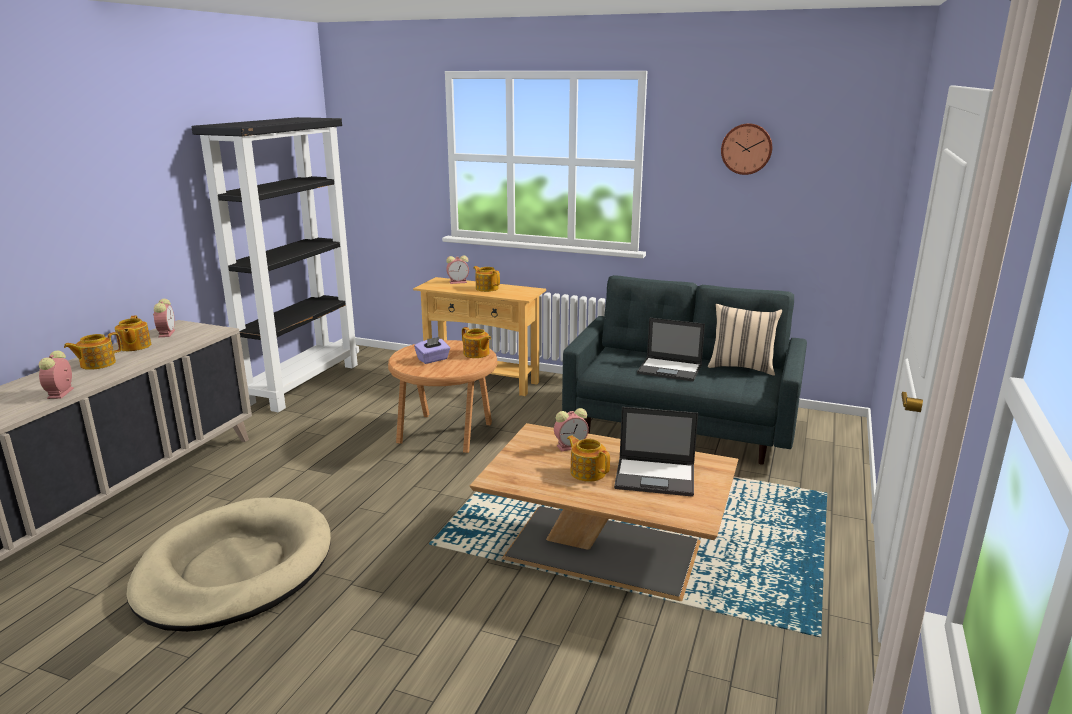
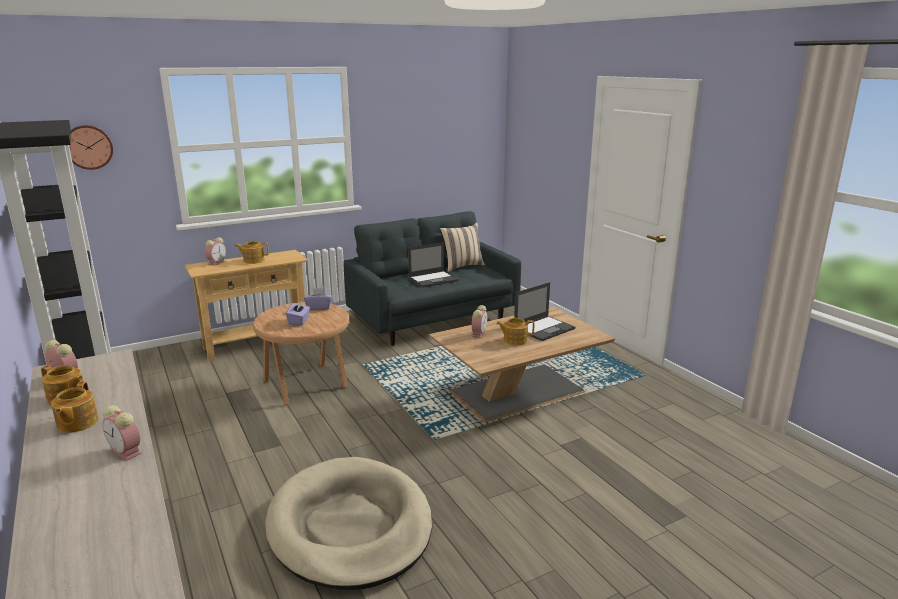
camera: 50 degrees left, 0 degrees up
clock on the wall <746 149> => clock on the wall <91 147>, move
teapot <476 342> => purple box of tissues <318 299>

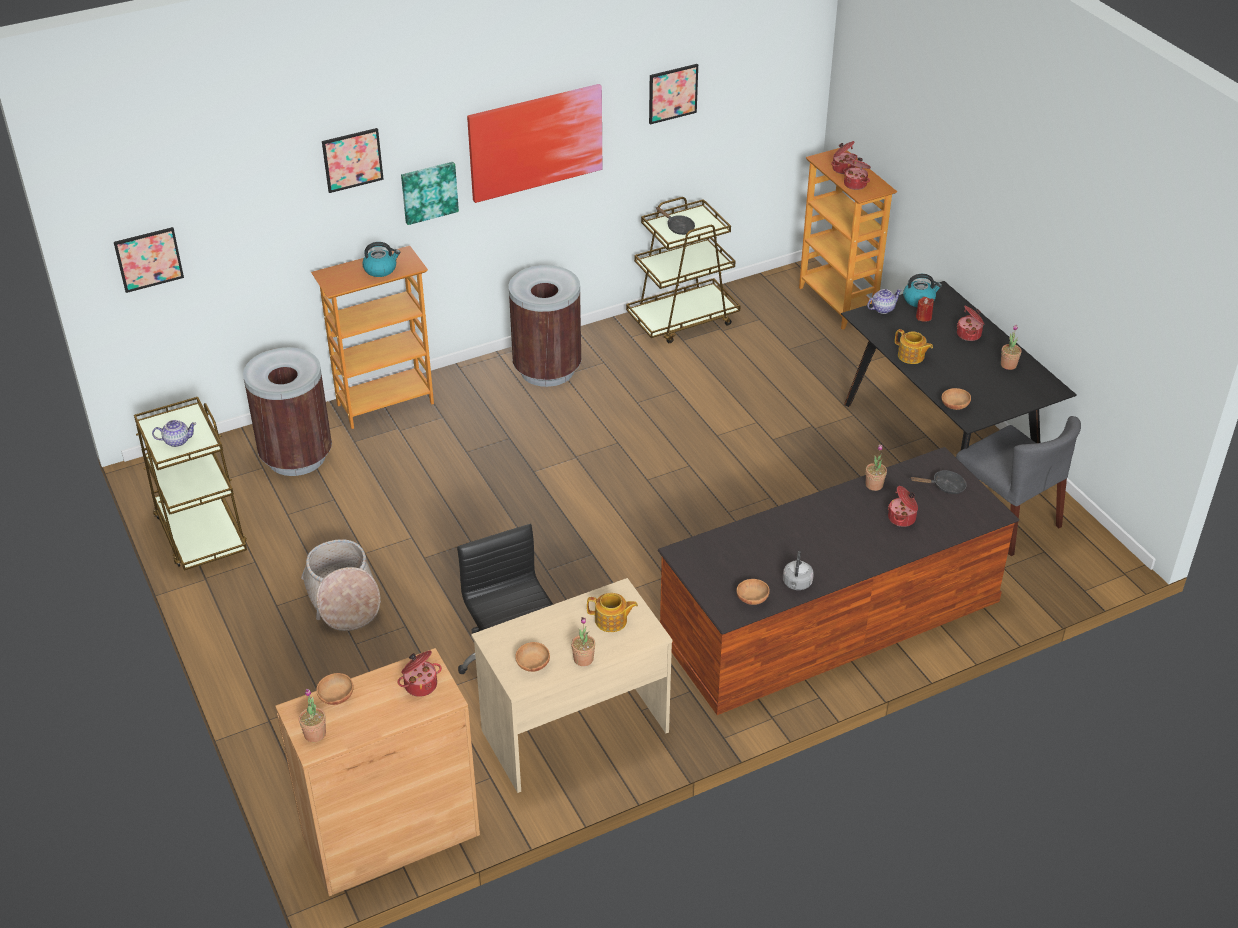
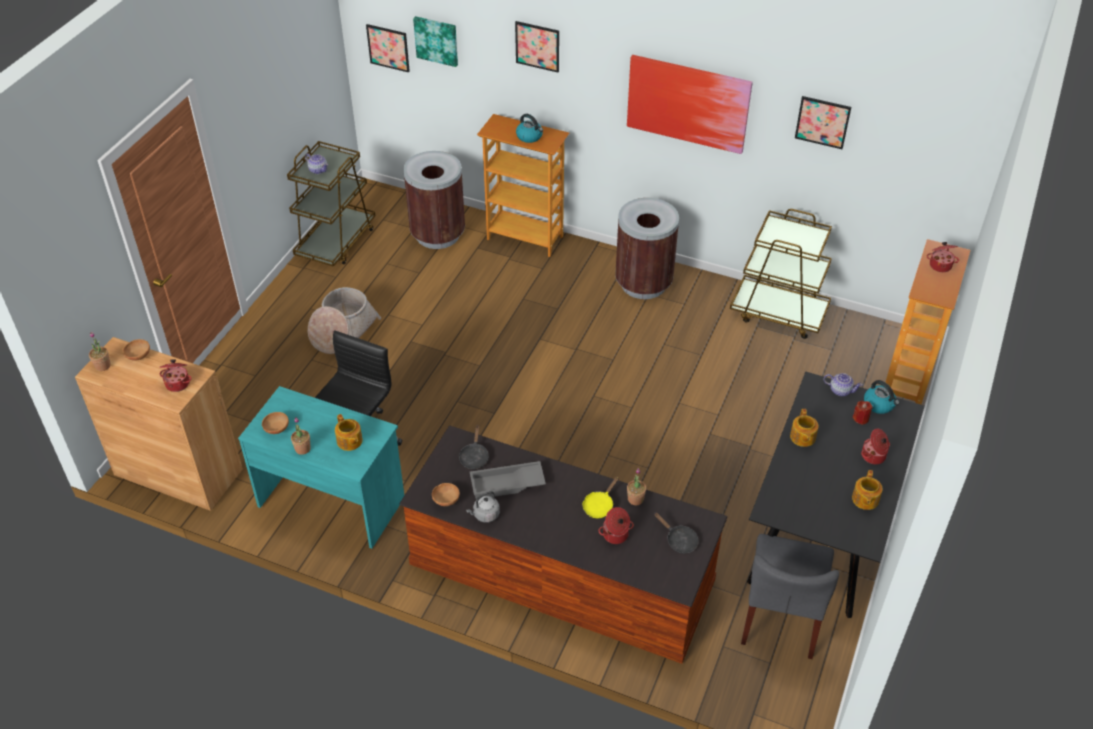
camera: 50 degrees right, 5 degrees up
beige-coloured desk unit <571 685> => turquoise-coloured desk unit <321 467>
wall picture <430 193> => wall picture <435 41>, move
black pan <675 221> => black pan <474 447>, move
nothing => gray carrying tray <508 480>
nothing => yellow-coloured pan <601 497>
potted plant <1011 347> => teapot <867 490>
saucepot <857 174> => nothing
brown-coloured deep dish <956 399> => nothing

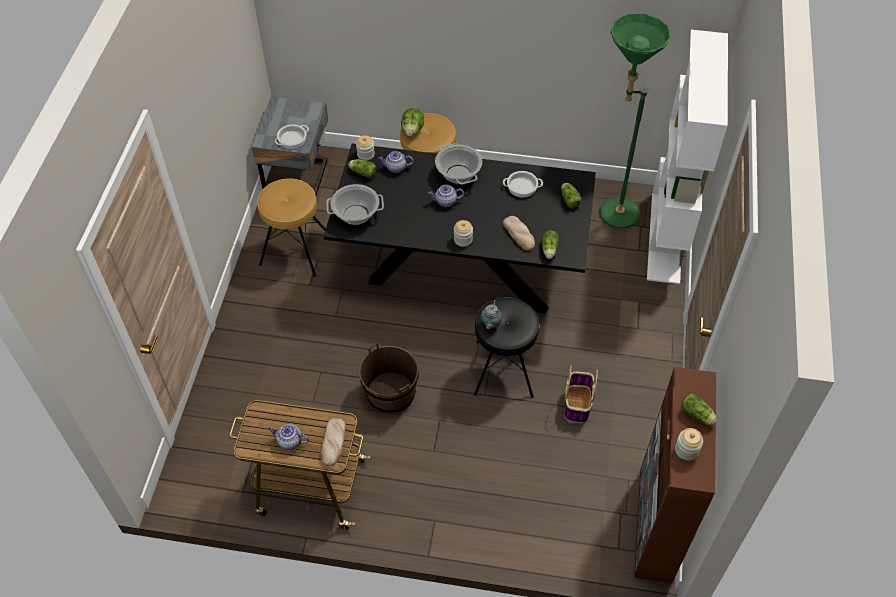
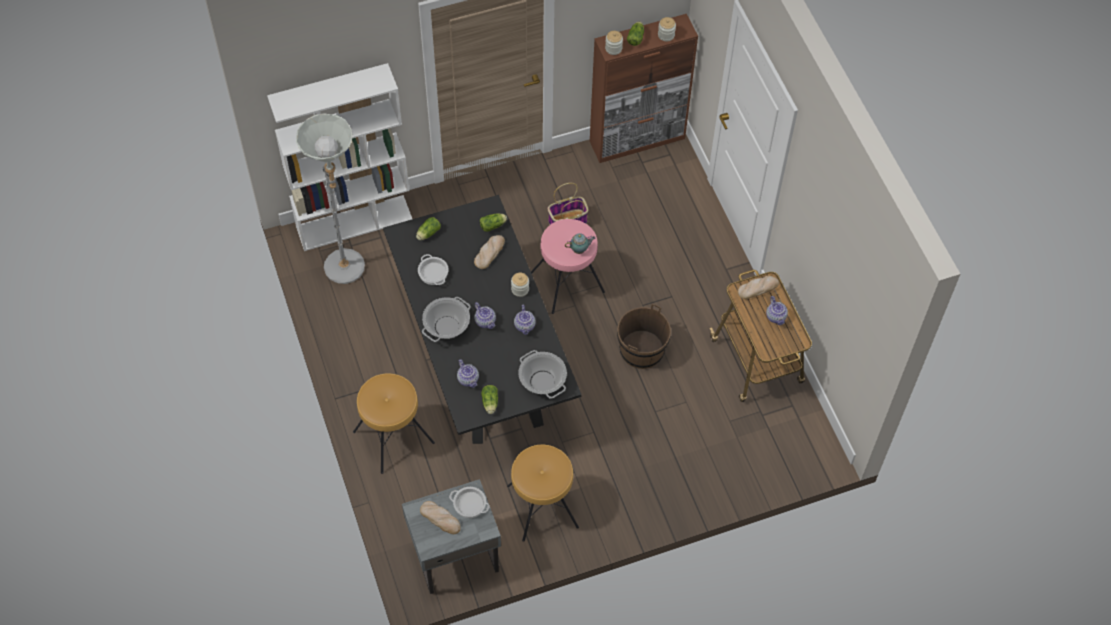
camera: 120 degrees left, 5 degrees up
green-coloured standing lamp <635 120> => gray standing lamp <330 198>
nothing => bread <440 517>
nothing => teapot <525 320>
black stool seat <506 347> => pink-coloured stool seat <568 266>
storage jar <365 148> => storage jar <614 43>, move
lettuce <412 122> => nothing

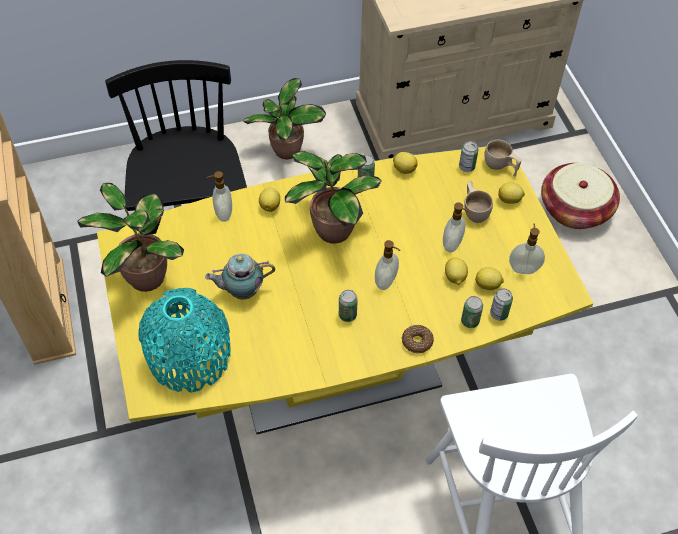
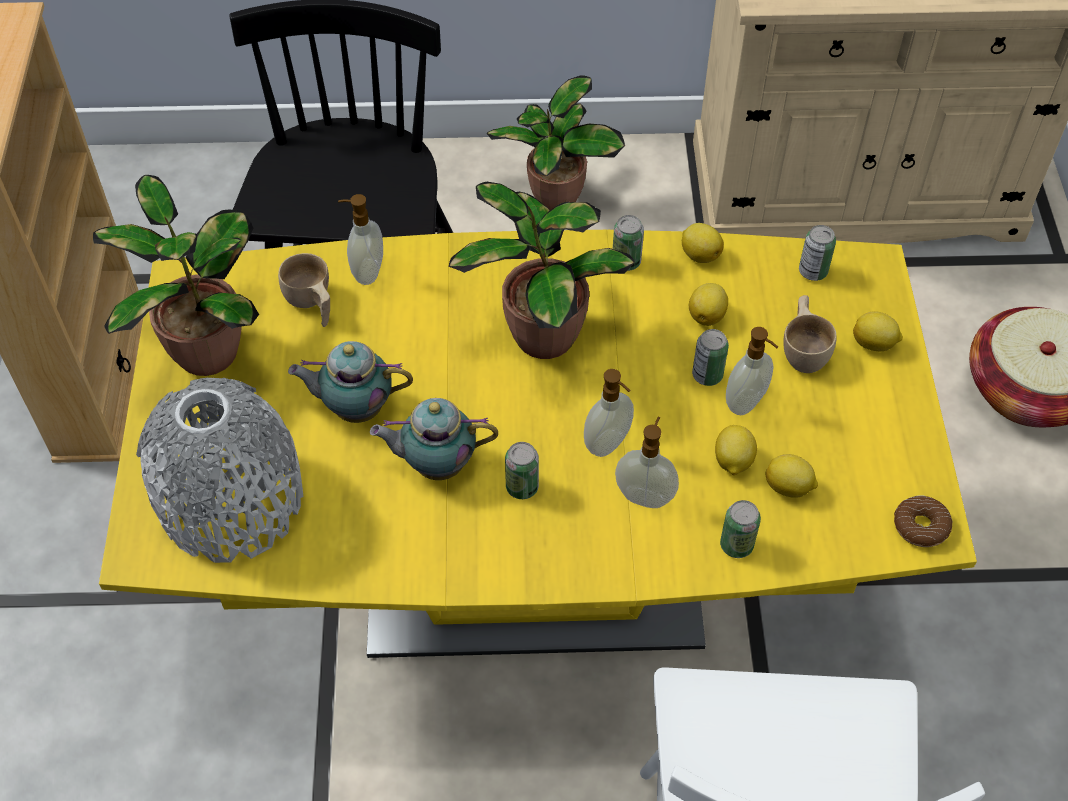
camera: 15 degrees right, 0 degrees up
turquoise-coloured decorative vase <185 340> => gray decorative vase <219 470>
beige-coloured small cup <503 158> => beige-coloured small cup <304 290>, move
nothing => teapot <434 439>
liquid soap bottle <527 249> => liquid soap bottle <647 462>, move
lemon <269 200> => lemon <708 304>, move
can <501 304> => can <710 357>, move
ring doughnut <418 339> => ring doughnut <923 521>, move

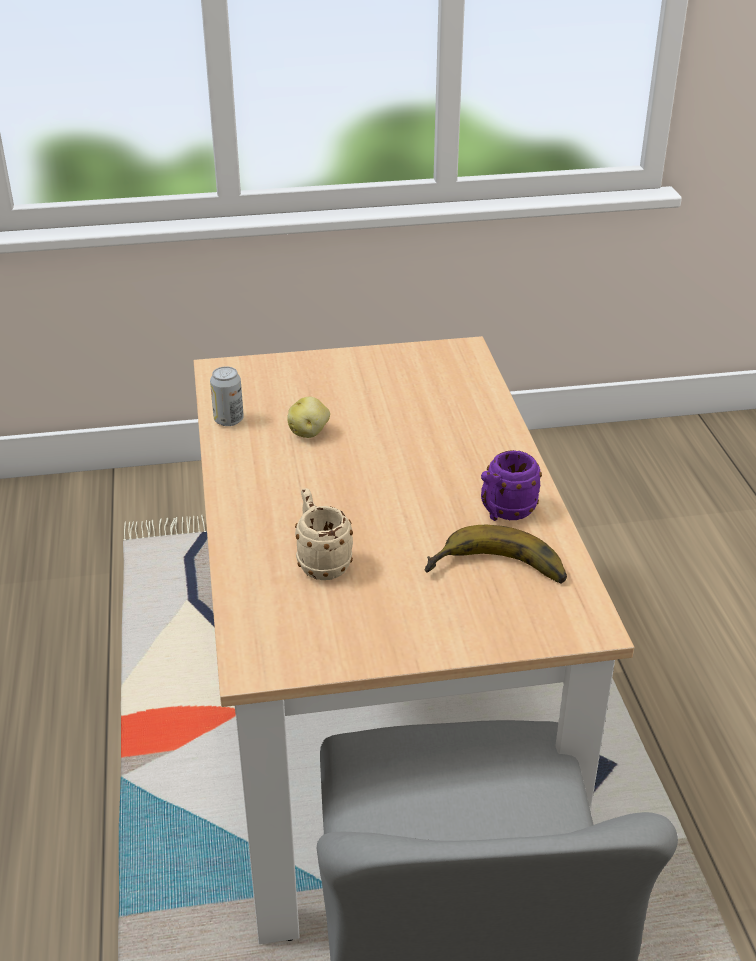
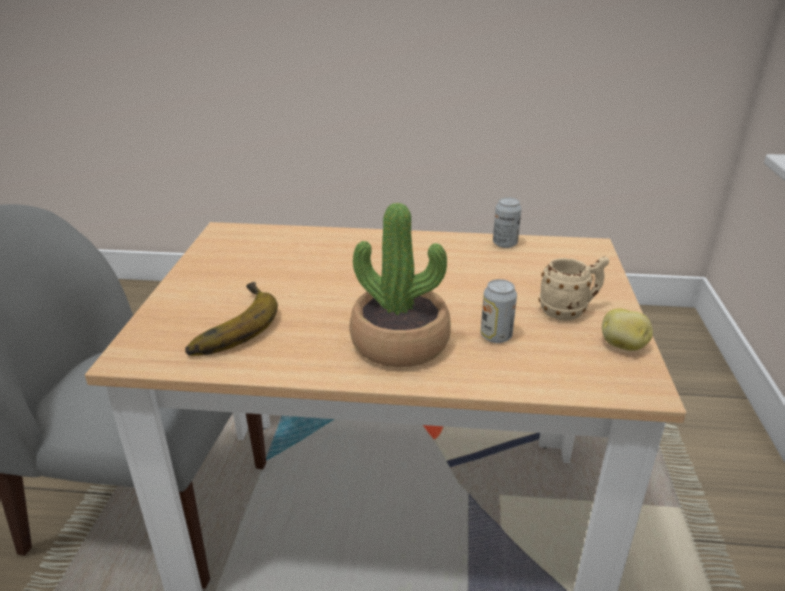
camera: 105 degrees right, 5 degrees down
nothing => potted plant <400 285>
nothing => can <499 311>
beige-coloured mug <324 534> => beige-coloured mug <574 288>, move
spud <308 417> => spud <627 329>, move
purple mug <511 485> => nothing

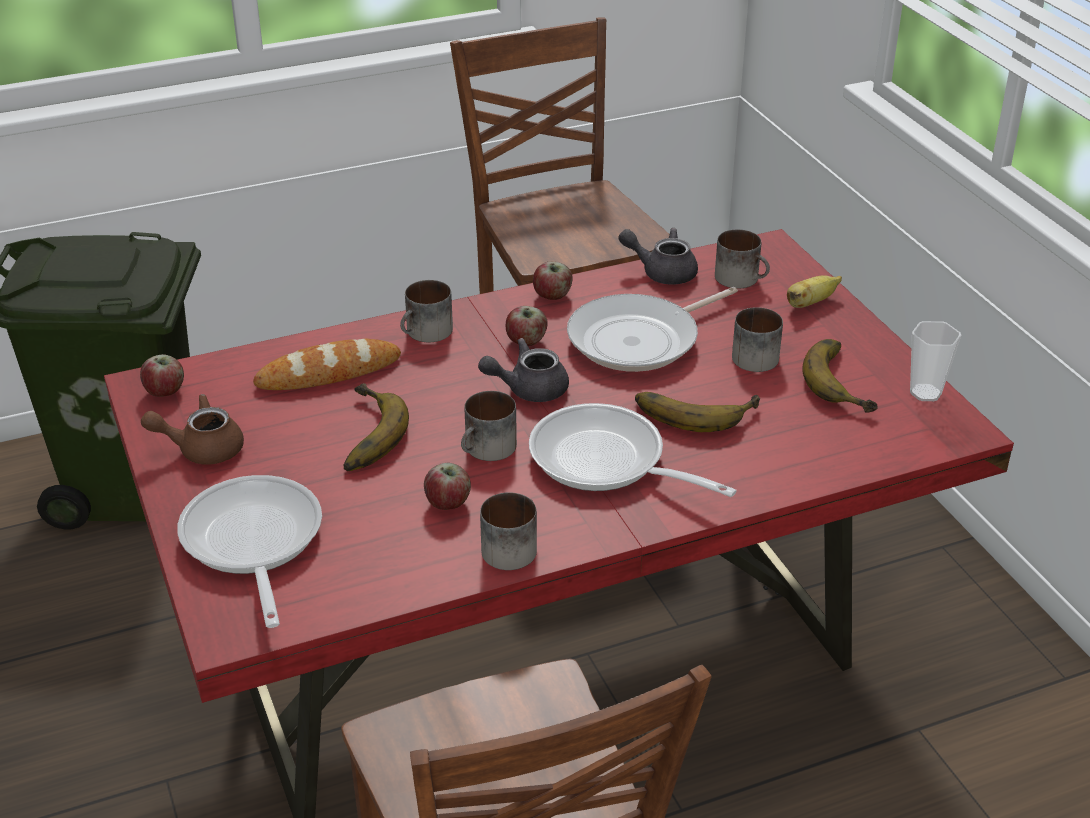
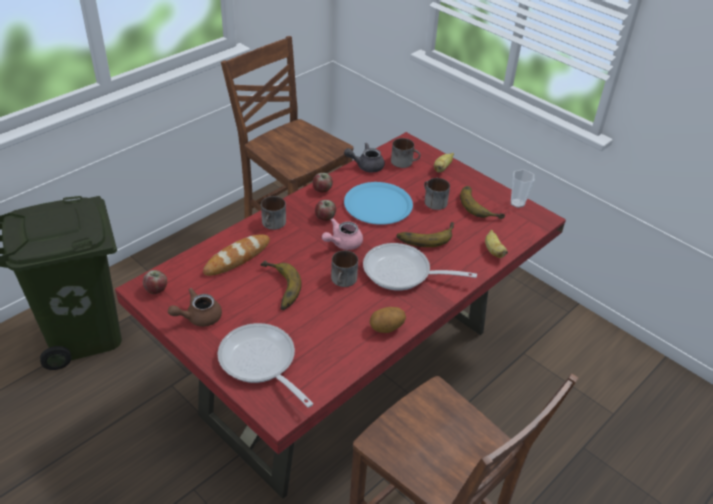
camera: 25 degrees left, 5 degrees up
gray teapot <523 370> => pink-coloured teapot <342 234>
pan <652 329> => blue plate <378 203>
mug <508 531> => spud <388 320>
nothing => banana fruit <496 244>
apple fruit <447 486> => nothing

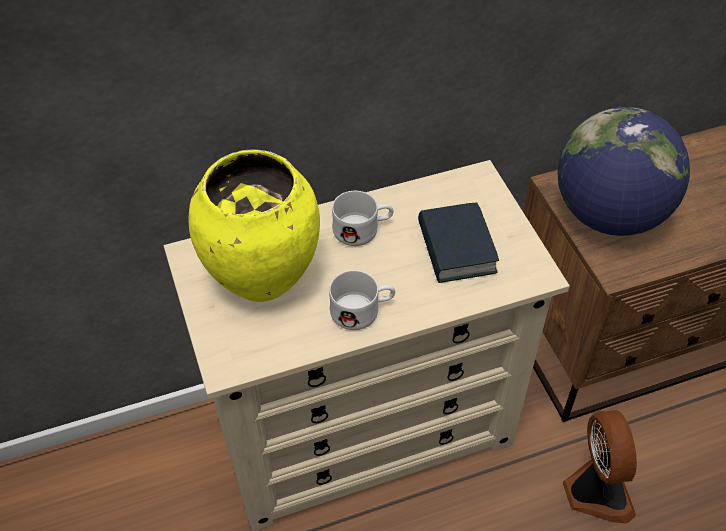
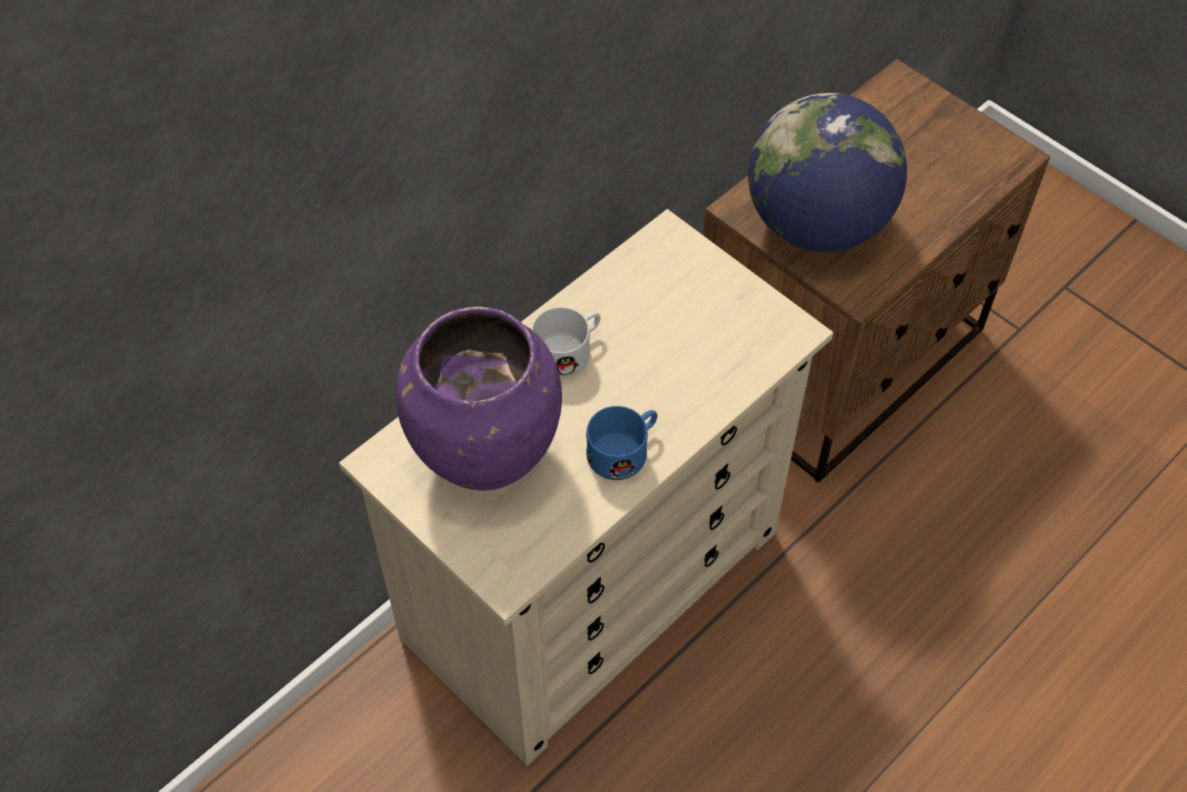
camera: 25 degrees left, 5 degrees up
yellow-coloured decorative vase <254 225> => purple decorative vase <479 399>
white mug <362 300> => blue mug <621 443>
book <458 242> => nothing
cooling fan <600 467> => nothing

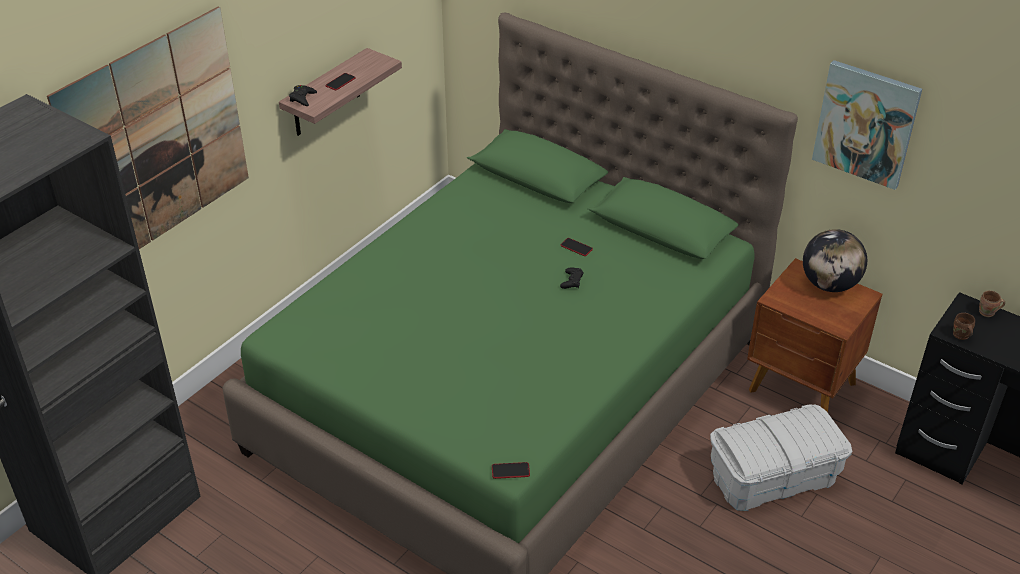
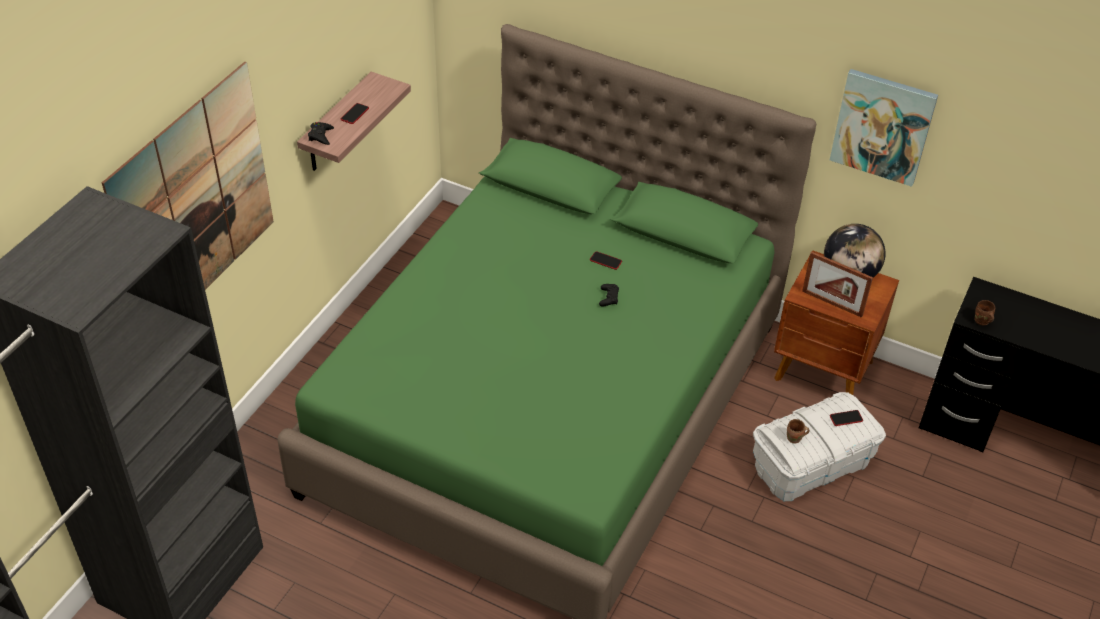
camera: 10 degrees left, 5 degrees up
brown-coloured mug <992 303> => brown-coloured mug <798 431>, move
nothing => photo frame <837 284>
telephone <511 470> => telephone <846 418>, move

